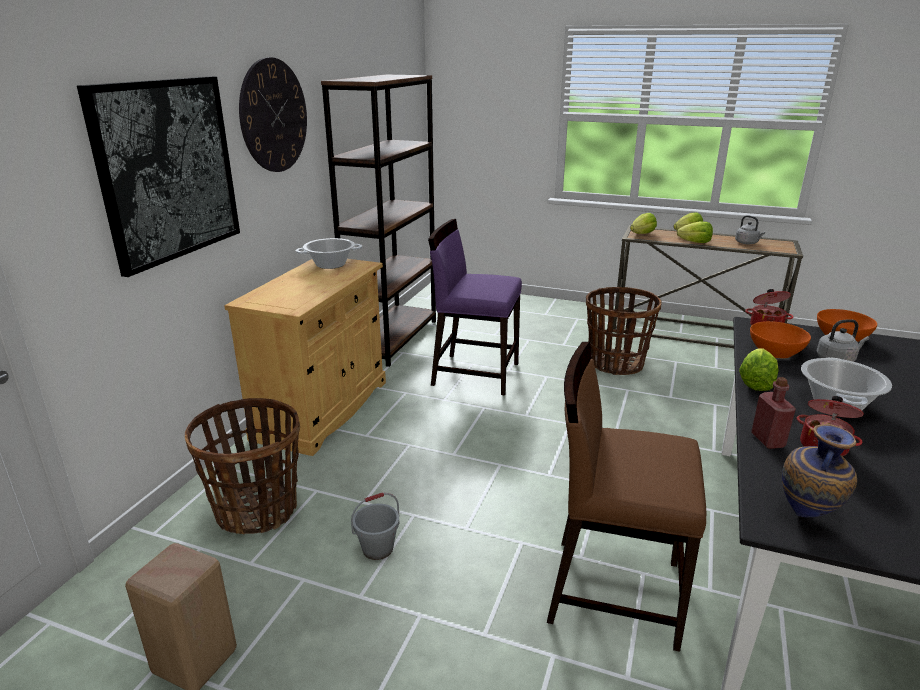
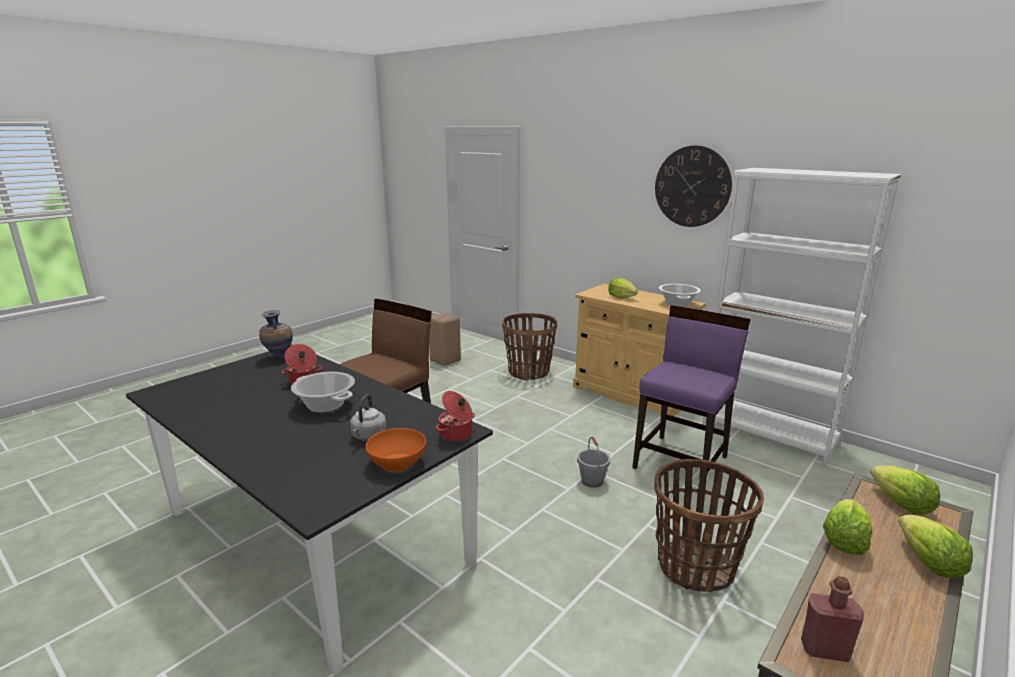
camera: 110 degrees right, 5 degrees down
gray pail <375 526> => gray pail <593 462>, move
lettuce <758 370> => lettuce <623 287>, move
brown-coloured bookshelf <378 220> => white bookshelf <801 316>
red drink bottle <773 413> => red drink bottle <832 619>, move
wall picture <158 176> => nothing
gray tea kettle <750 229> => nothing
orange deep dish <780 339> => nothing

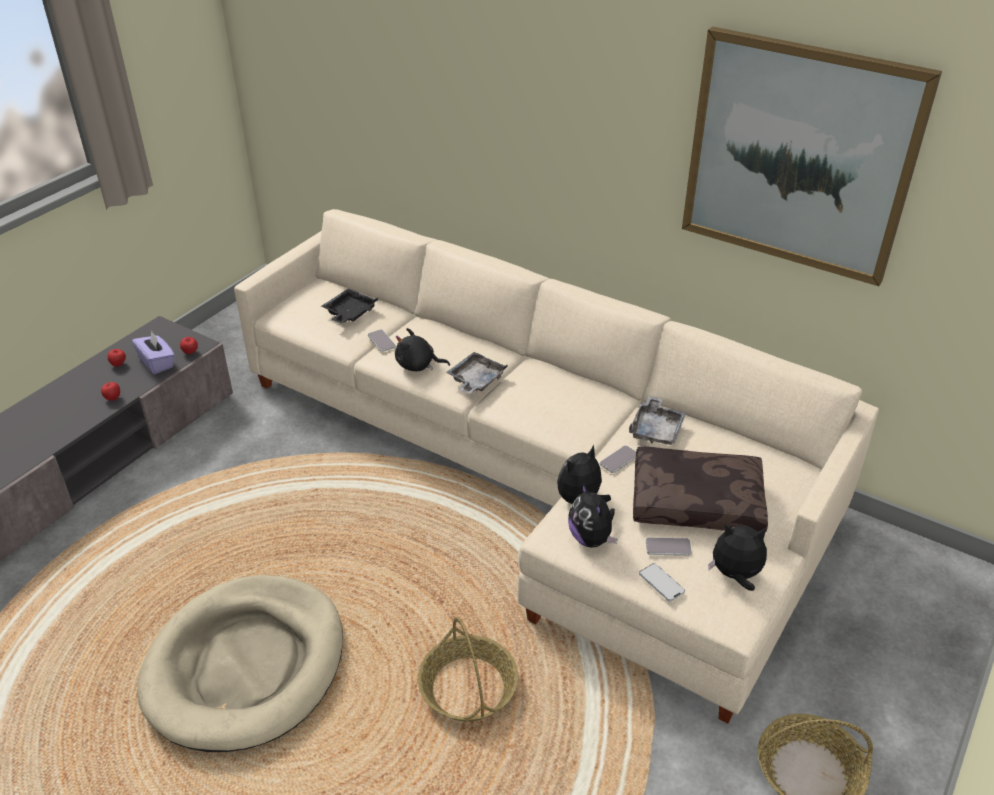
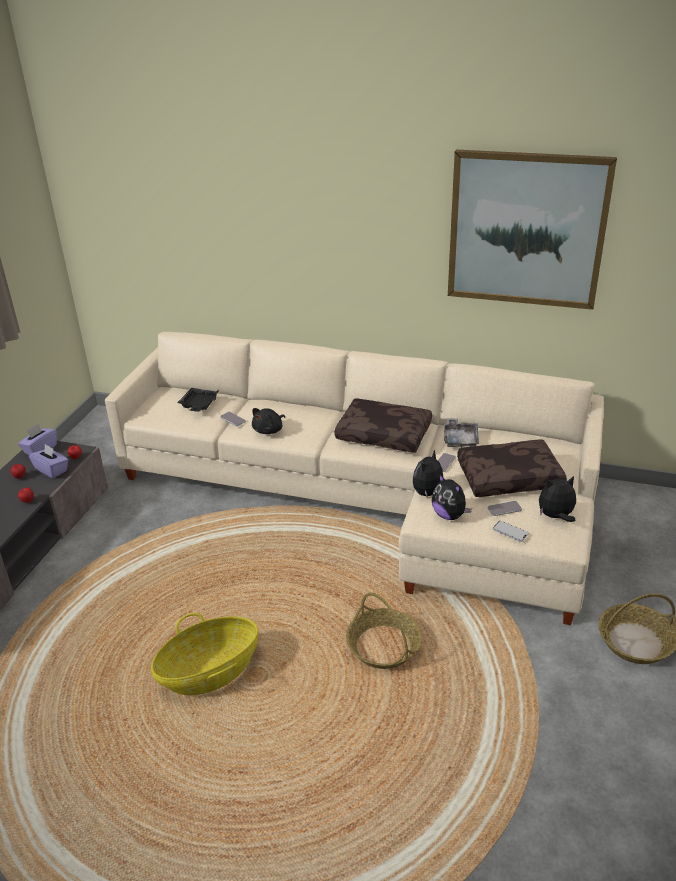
camera: 15 degrees left, 5 degrees down
nothing => purple box of tissues <37 439>
beige-coloured dog bed <240 663> => household basket <204 654>
black soft toy <422 349> => black soft toy <268 421>, 45 degrees counterclockwise
nothing => brown-coloured pillow <383 426>
gray carrying tray <477 373> => nothing

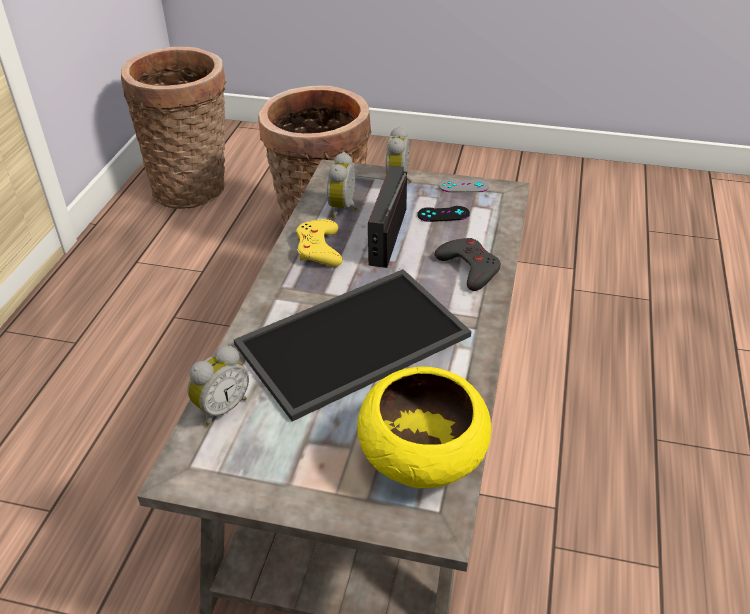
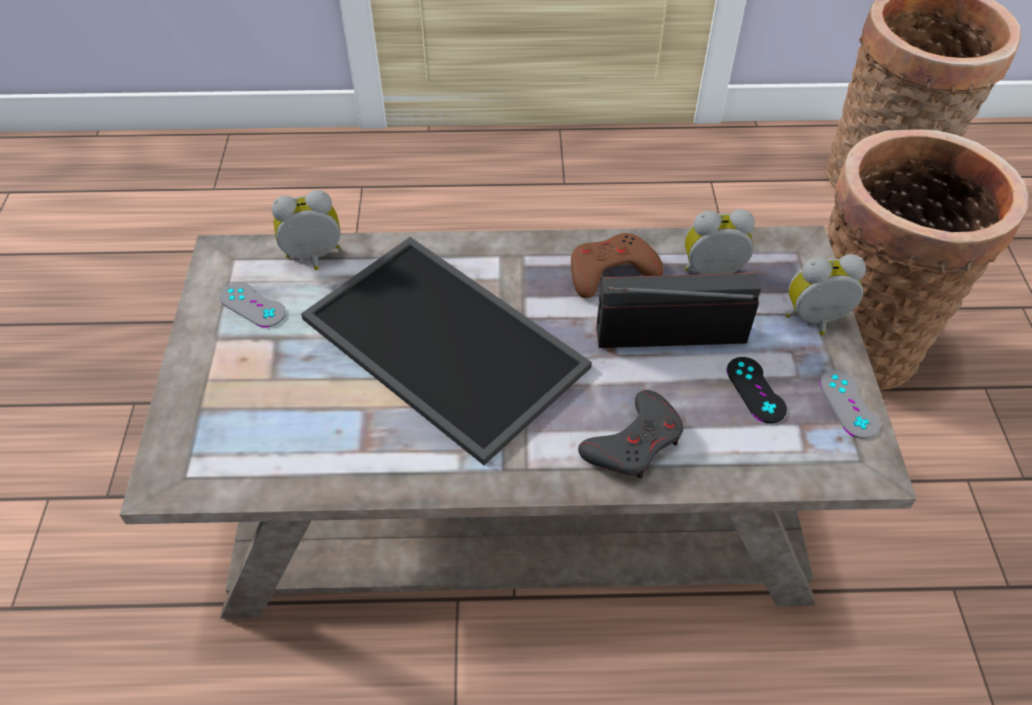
camera: 75 degrees right, 10 degrees up
nothing => gray gamepad <253 304>
alarm clock <218 386> => alarm clock <306 230>, 135 degrees clockwise
yellow-coloured gamepad <319 243> => brown-coloured gamepad <617 265>
yellow-coloured deep dish <424 427> => nothing

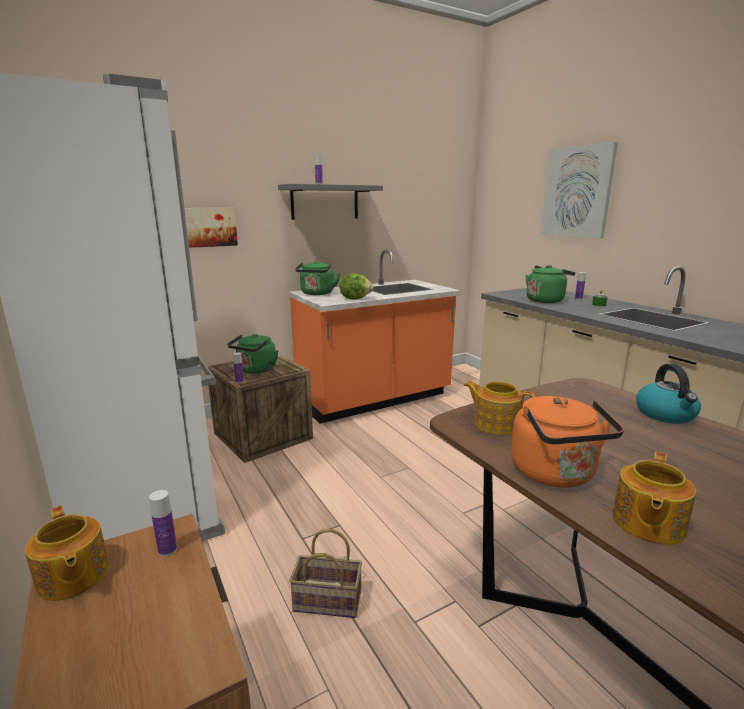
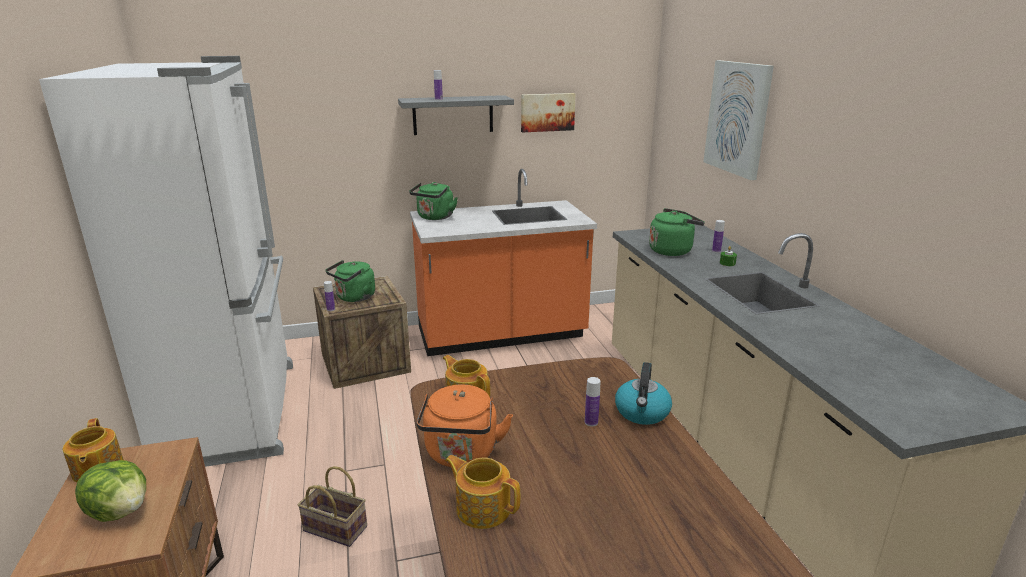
camera: 15 degrees right, 5 degrees up
lettuce <356 286> => lettuce <110 491>, move
teapot <654 498> => teapot <482 492>, 75 degrees clockwise
wall picture <211 228> => wall picture <548 112>, move
drink bottle <163 523> => drink bottle <592 401>, move

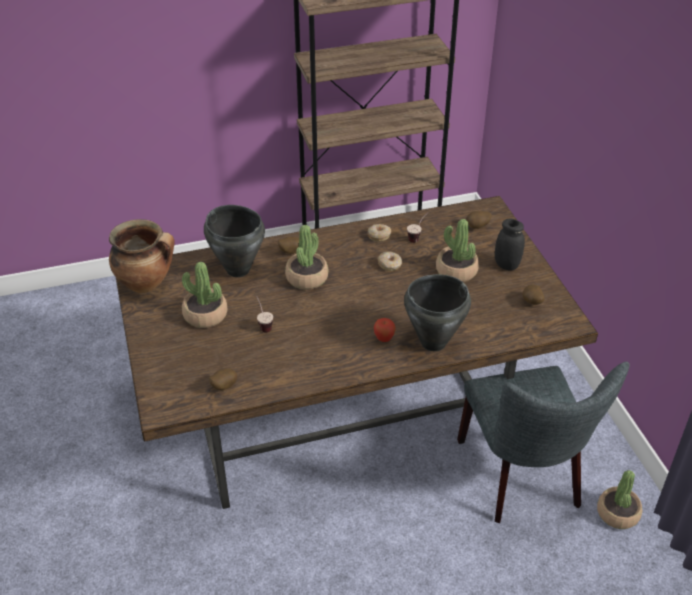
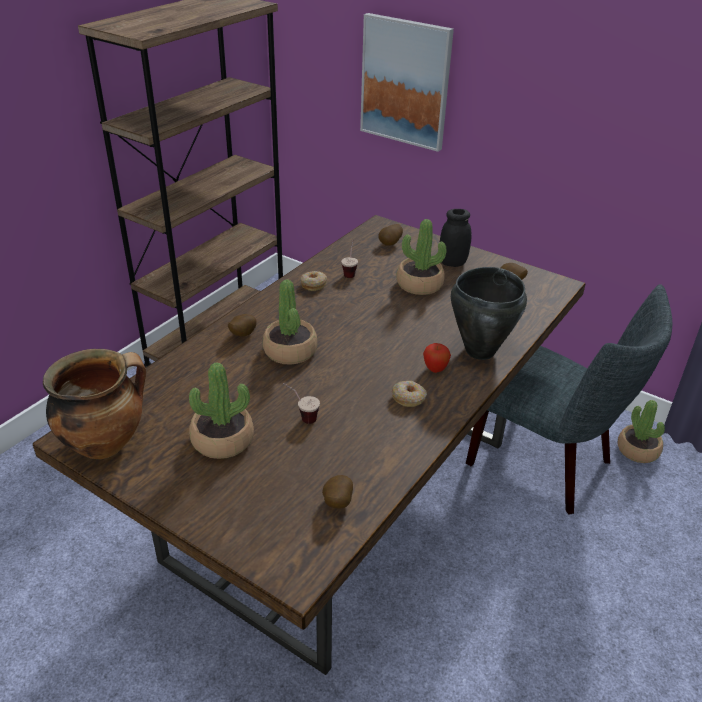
camera: 40 degrees left, 5 degrees down
nothing => wall picture <407 82>
ring doughnut <390 261> => ring doughnut <409 394>, move
black saucepot <234 241> => nothing

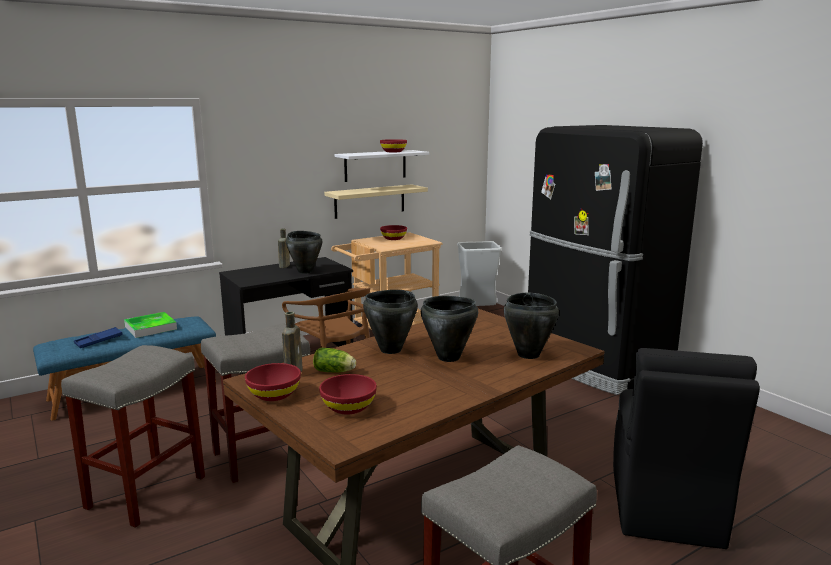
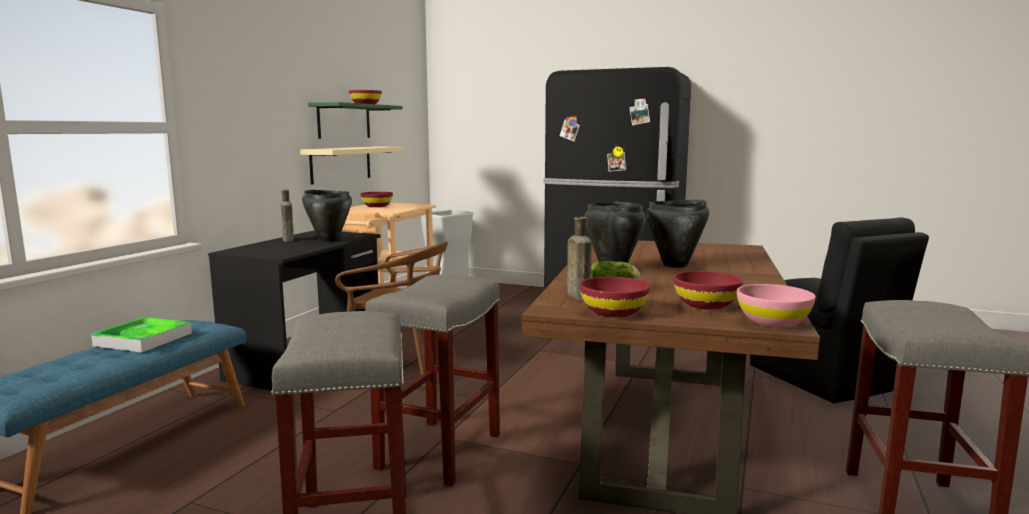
camera: 35 degrees left, 5 degrees down
white shelf <382 166> => green-coloured shelf <355 120>
nothing => pink-coloured deep dish <776 306>
blue carrying tray <98 337> => nothing
black saucepot <531 326> => nothing

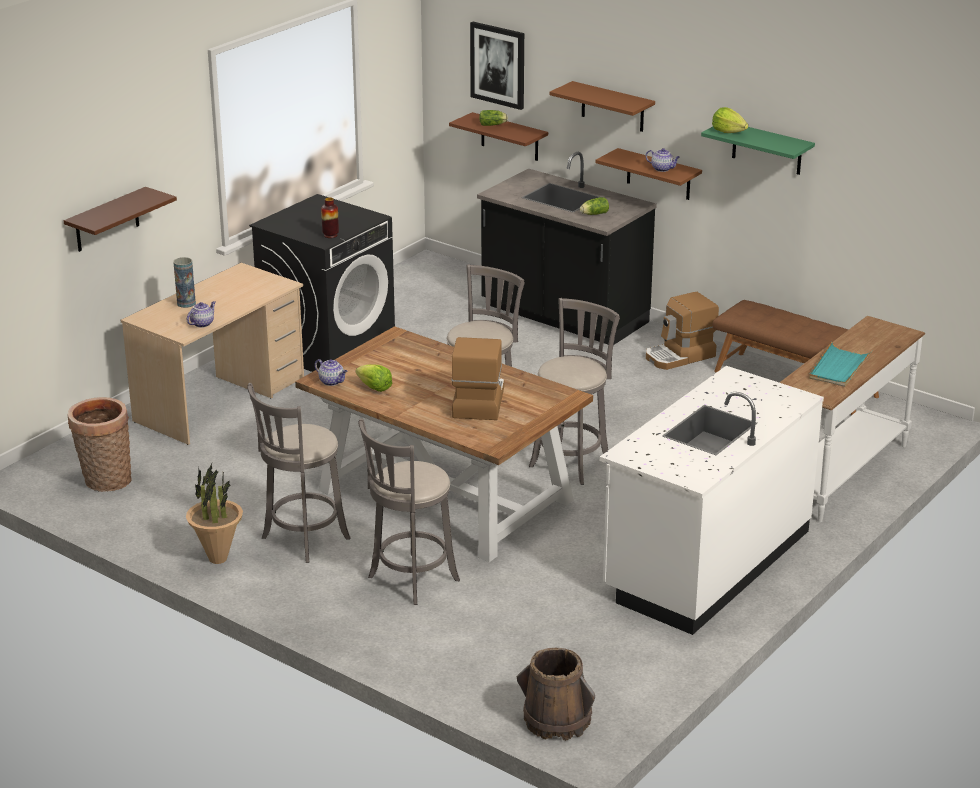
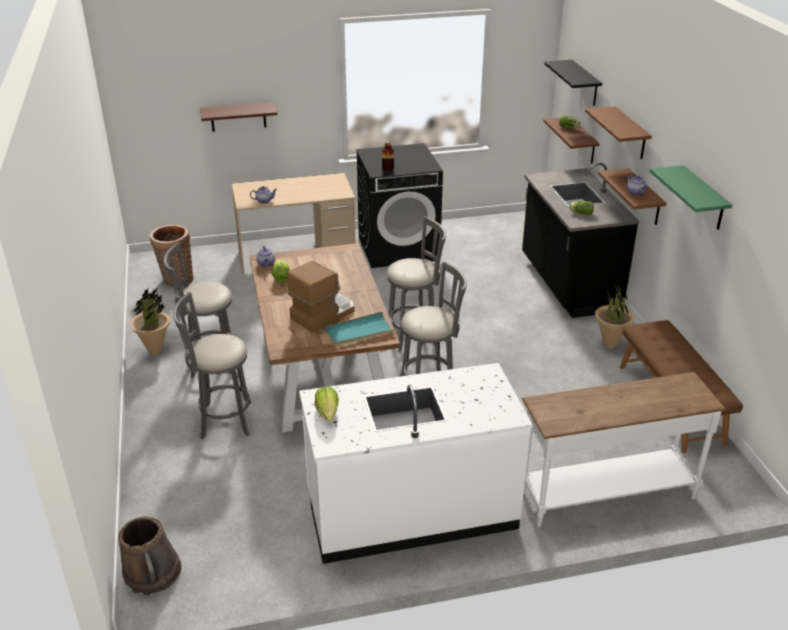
camera: 40 degrees right, 5 degrees up
lettuce <730 120> => lettuce <327 403>, move
turquoise-coloured carrying tray <840 364> => turquoise-coloured carrying tray <360 329>, move
wall picture <497 66> => black shelf <573 83>
coffee brewer <682 331> => potted plant <615 315>
decorative vase <184 282> => nothing

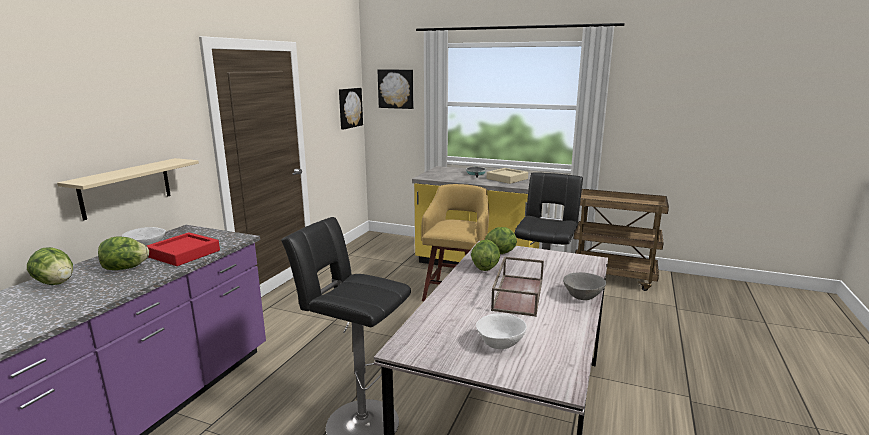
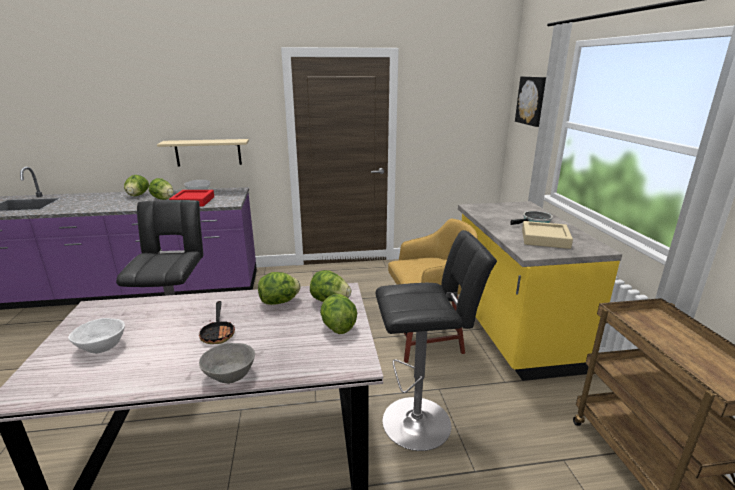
camera: 60 degrees right, 5 degrees up
brown-coloured carrying tray <517 286> => pan <217 322>
nothing => lettuce <338 314>
wall picture <351 108> => nothing

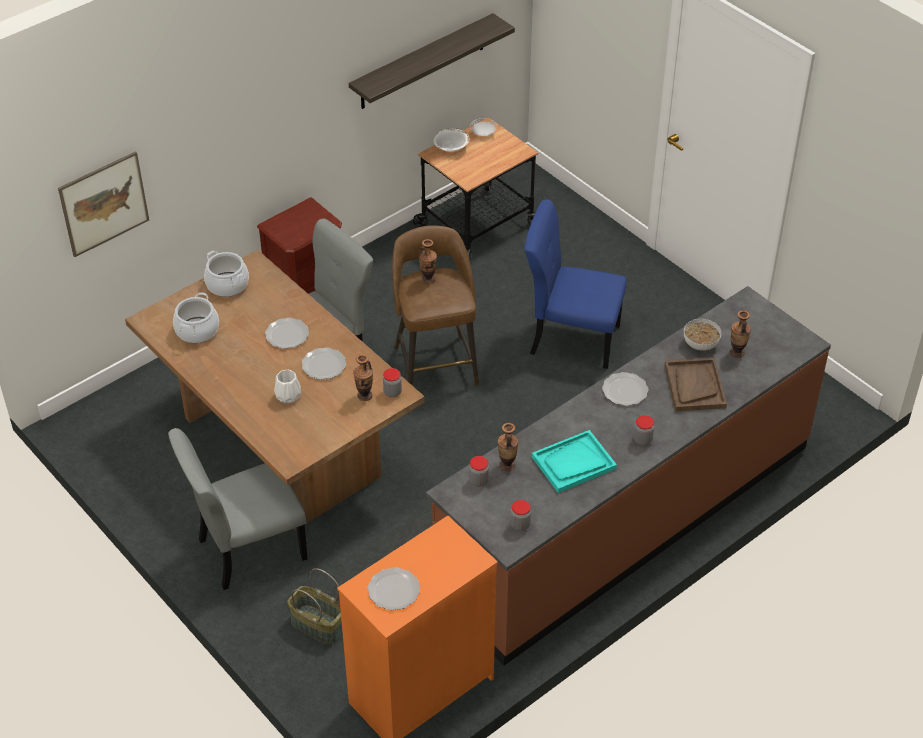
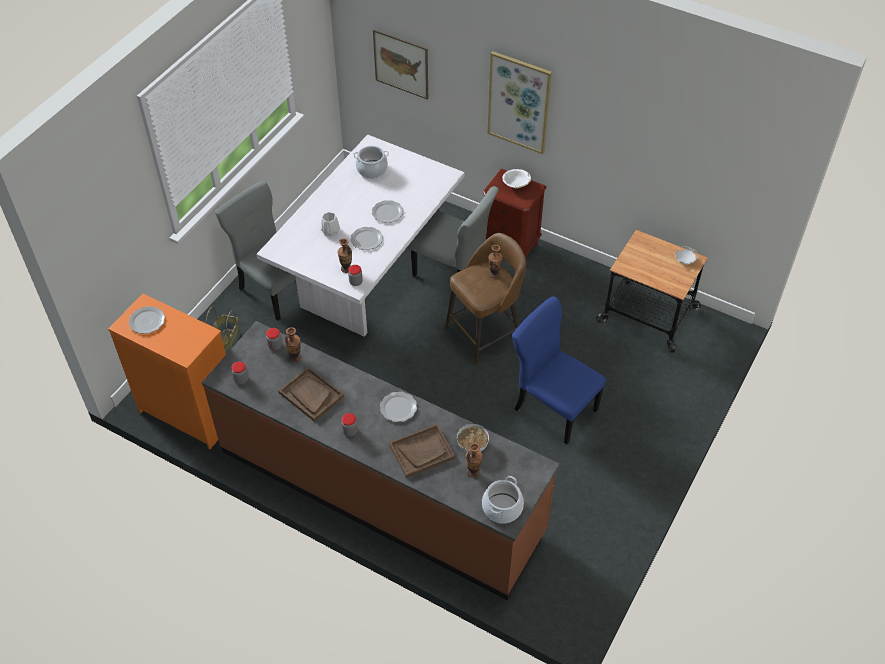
camera: 70 degrees right, 5 degrees up
brown-coloured kitchen table <275 390> => white kitchen table <360 235>
turquoise-coloured carrying tray <574 461> => brown-coloured carrying tray <311 394>
saucepot <226 274> => saucepot <503 500>, move
nothing => wall picture <520 102>
white deep dish <452 140> => white deep dish <516 178>, move
blue plain chair <575 284> => blue plain chair <559 370>, 45 degrees counterclockwise
shelf <432 61> => nothing

